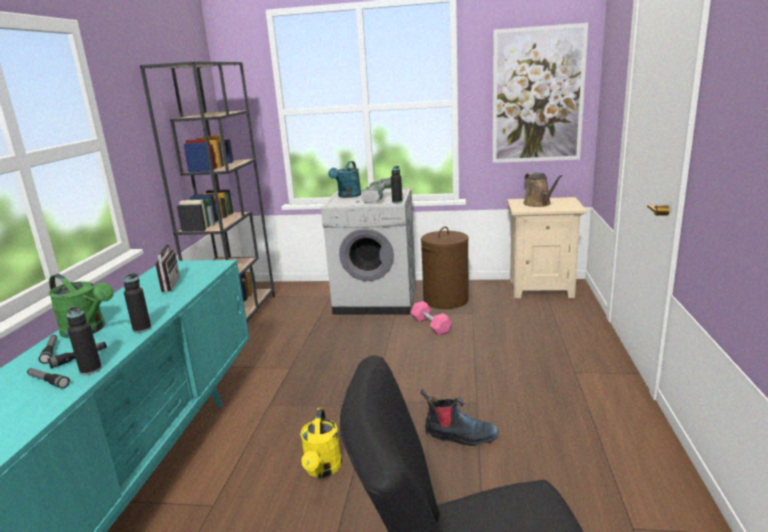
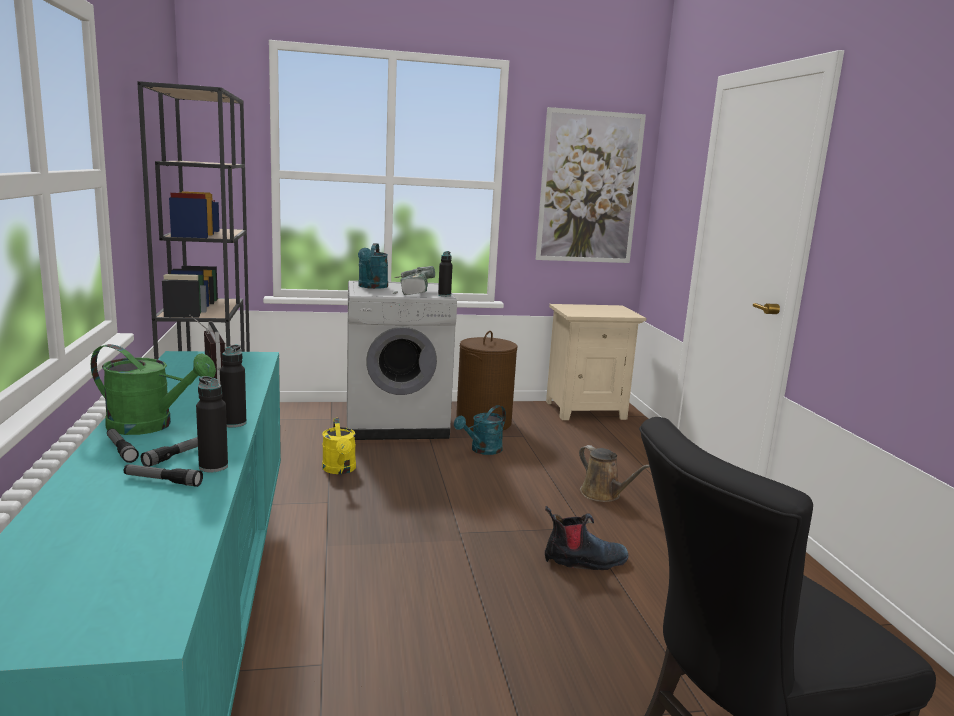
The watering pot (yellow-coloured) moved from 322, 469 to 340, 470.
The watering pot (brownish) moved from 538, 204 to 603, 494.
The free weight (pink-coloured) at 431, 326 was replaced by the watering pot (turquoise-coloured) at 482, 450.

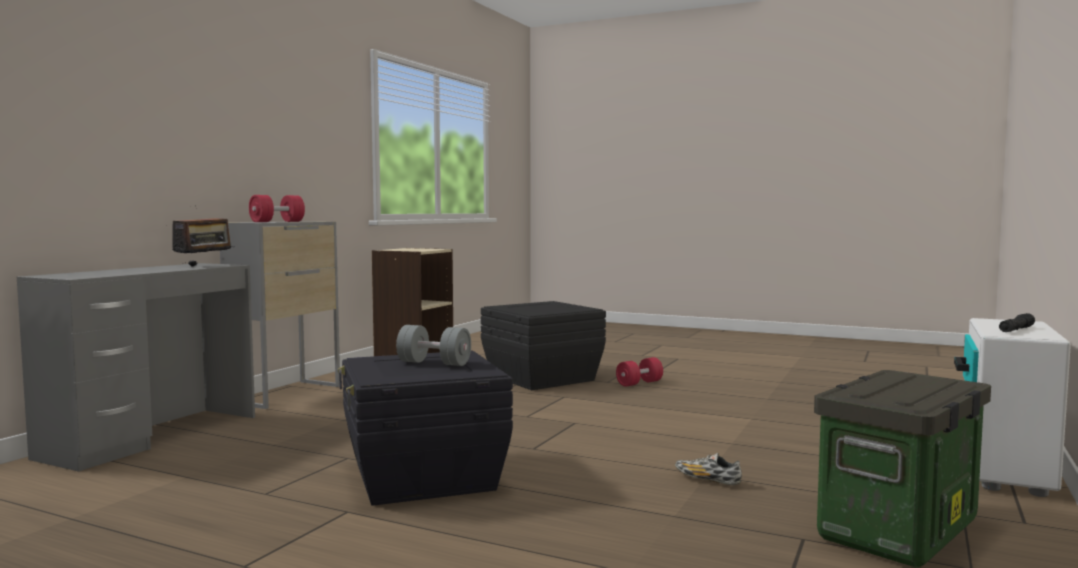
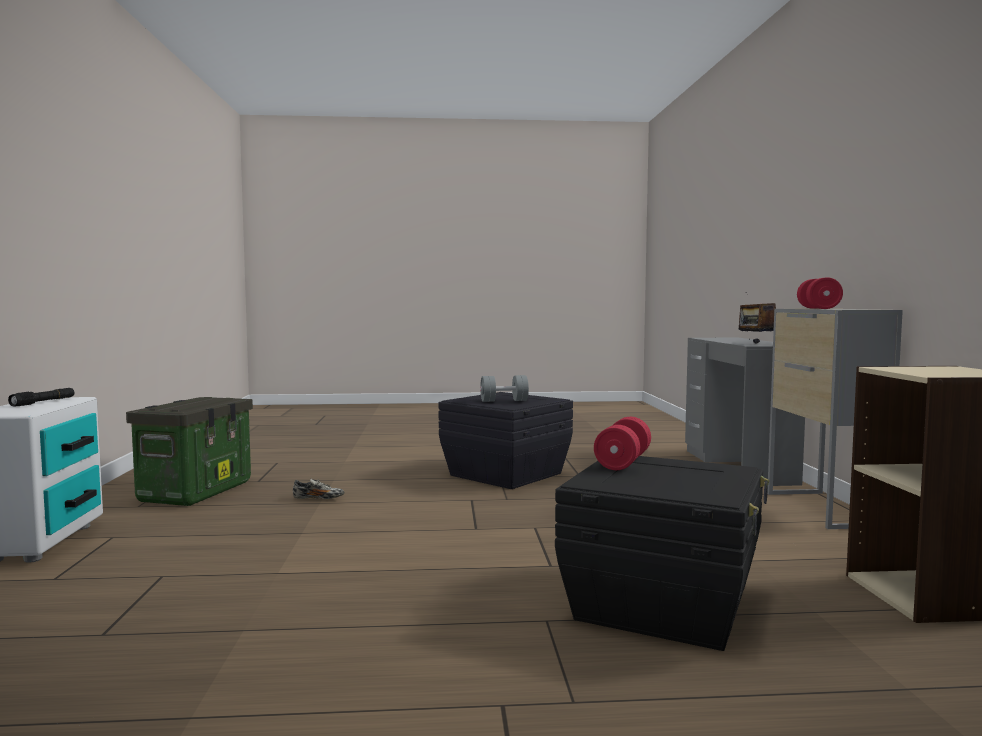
The free weight (red) moved from 639, 383 to 623, 462.

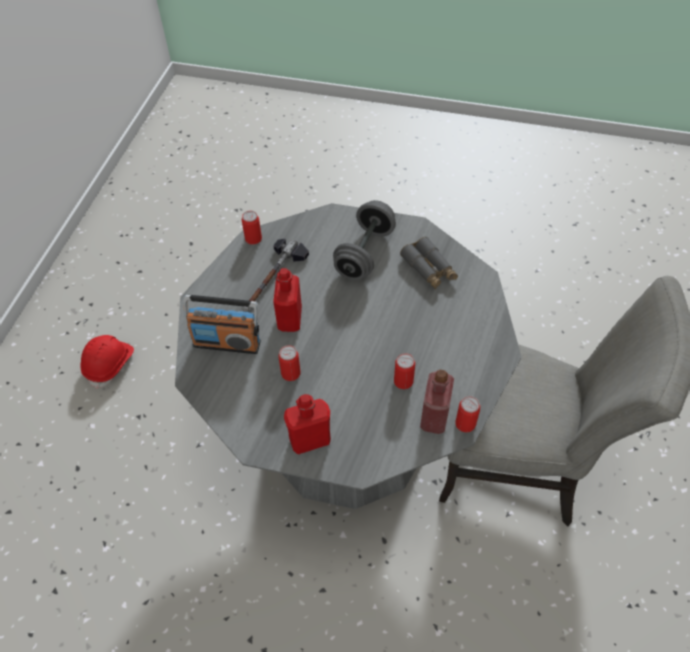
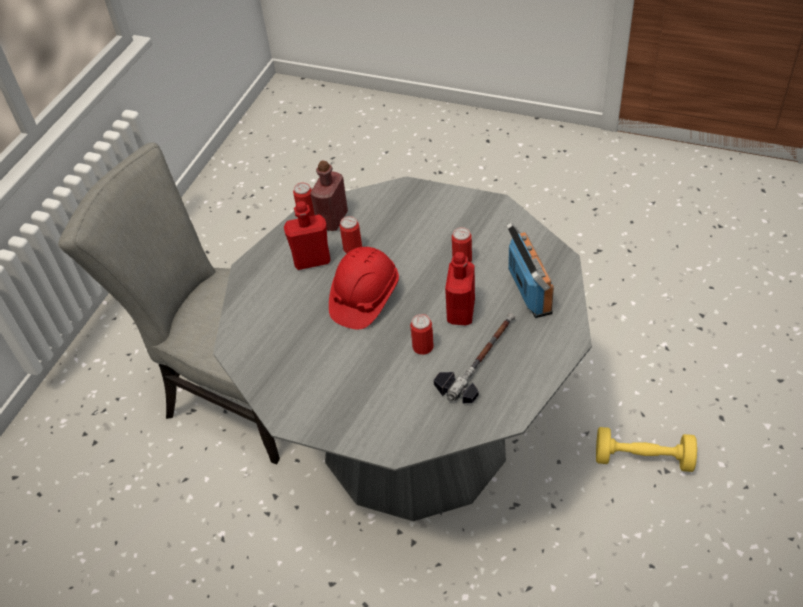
The free weight (grey) at 364, 253 disappeared.
The binoculars (grey) at 429, 269 disappeared.
The free weight (yellow-coloured) at 643, 459 appeared.
The hard hat (red) moved from 110, 364 to 364, 298.
The metal can moved from 253, 238 to 423, 347.
The beverage bottle (red) moved from 310, 440 to 312, 260.
The radio receiver at 227, 343 turned 60 degrees clockwise.

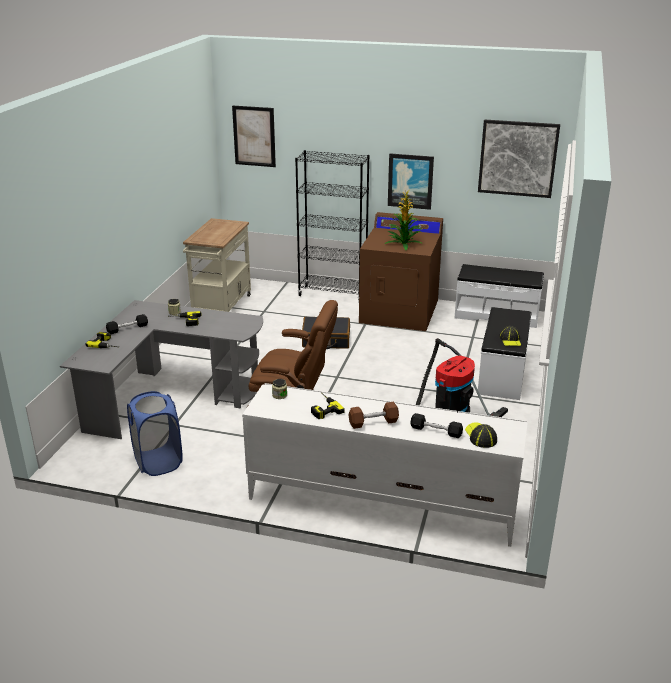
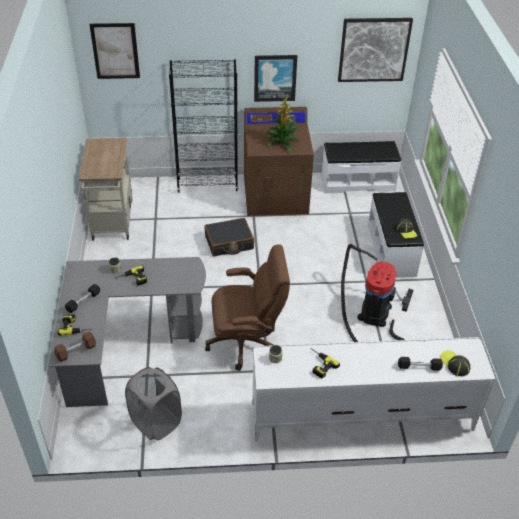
The free weight (brownish) moved from 373, 422 to 76, 351.
The hamper (bluish) at 158, 462 became the hamper (grey) at 156, 422.

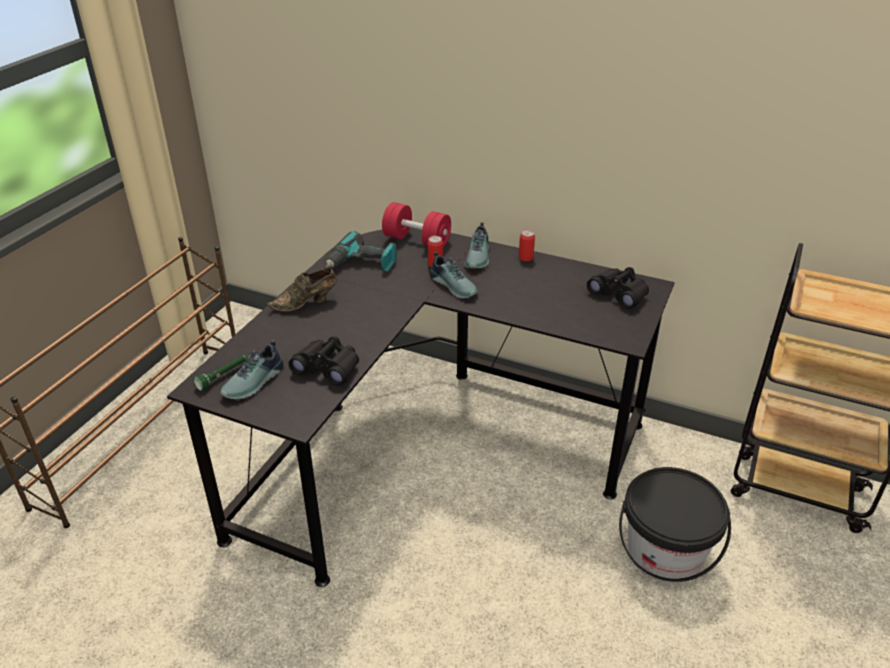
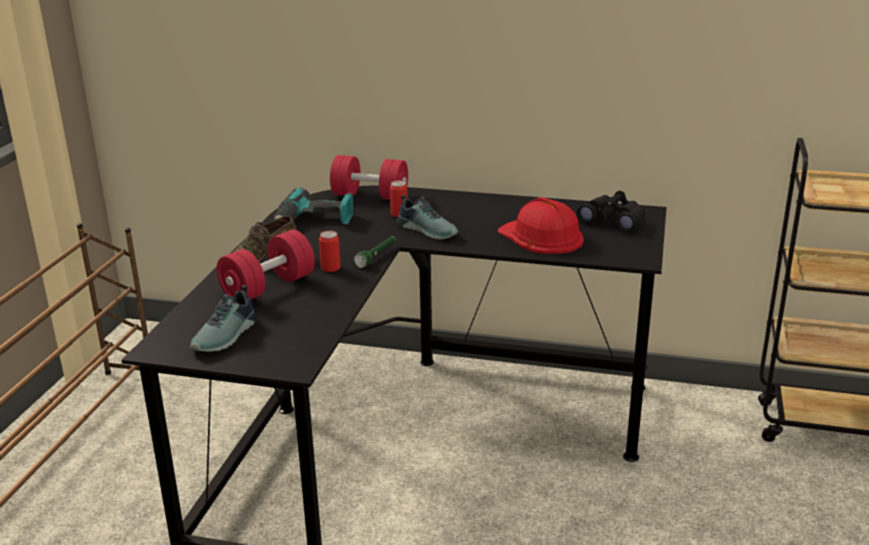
The binoculars (black-coloured) at 328, 367 disappeared.
The item of footwear at 479, 257 disappeared.
The water bucket (black-coloured) at 665, 553 disappeared.
The free weight (red) at 268, 287 appeared.
The hard hat (red) at 541, 236 appeared.
The hand torch (greenish) moved from 223, 376 to 377, 256.
The metal can moved from 526, 257 to 331, 268.

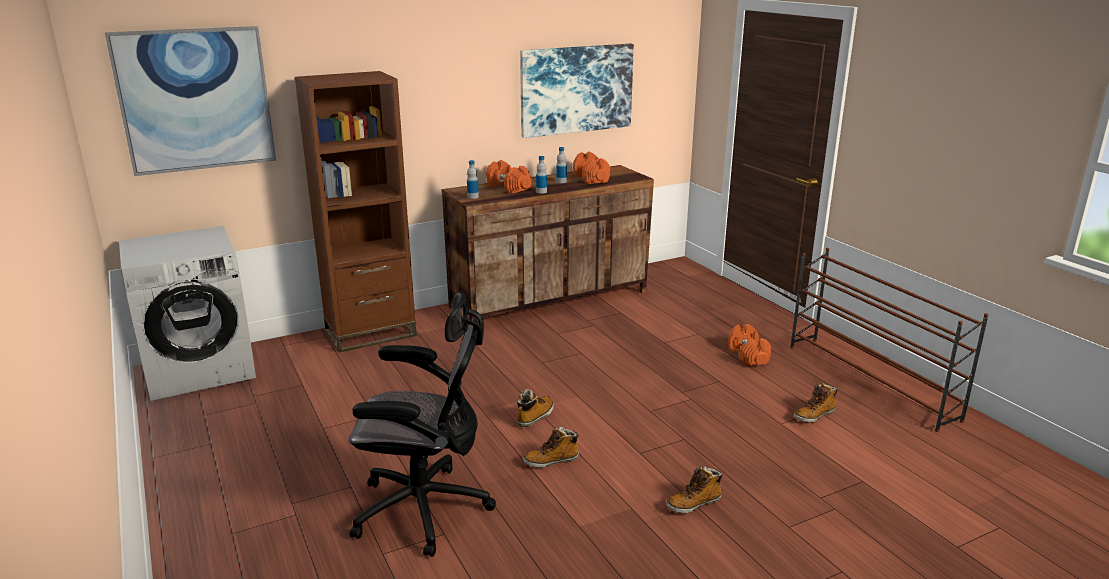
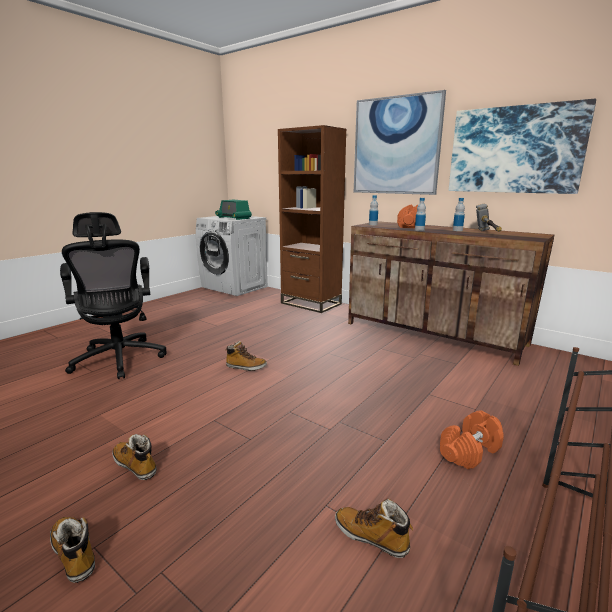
The radio receiver at 233, 218 appeared.
The wall picture moved from 195, 100 to 396, 146.
The boot moved from 551, 461 to 74, 554.
The free weight (orange) at 591, 178 was replaced by the hand hammer at 487, 233.

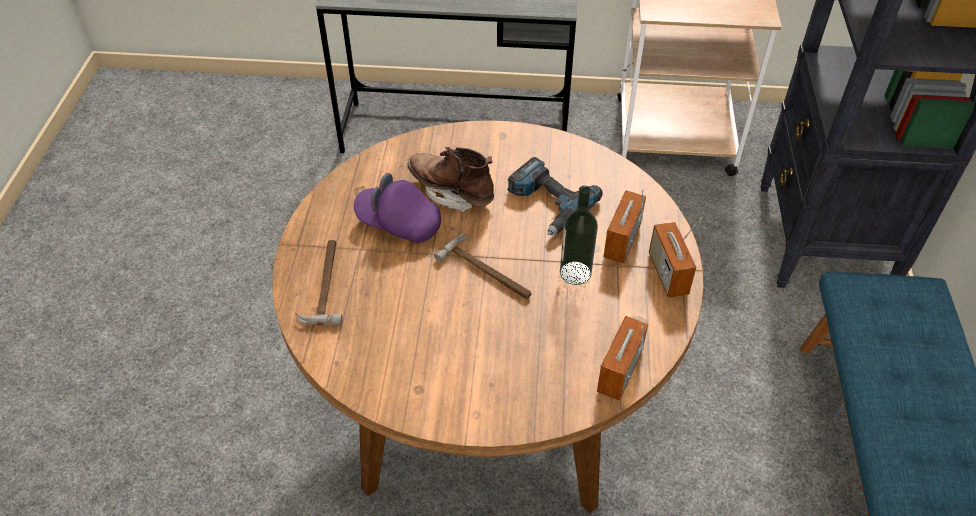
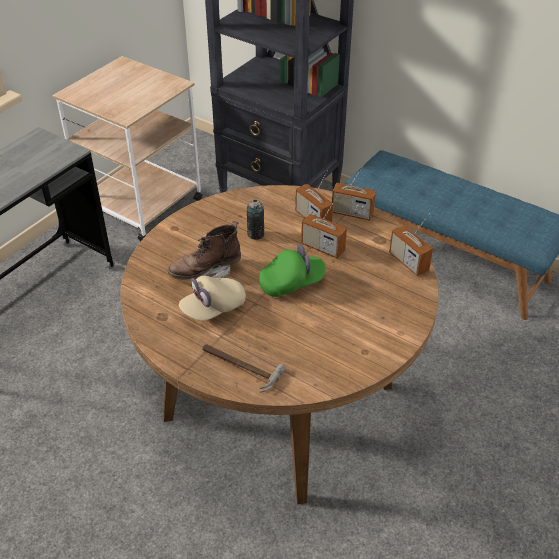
The hand hammer at 488, 271 was replaced by the baseball cap (greenish) at 291, 283.
The electric drill at 547, 203 was replaced by the metal can at 255, 234.
The beverage bottle at 575, 273 was replaced by the radio receiver at 323, 247.
The baseball cap (purple-coloured) at 399, 223 became the baseball cap (sand-coloured) at 213, 308.

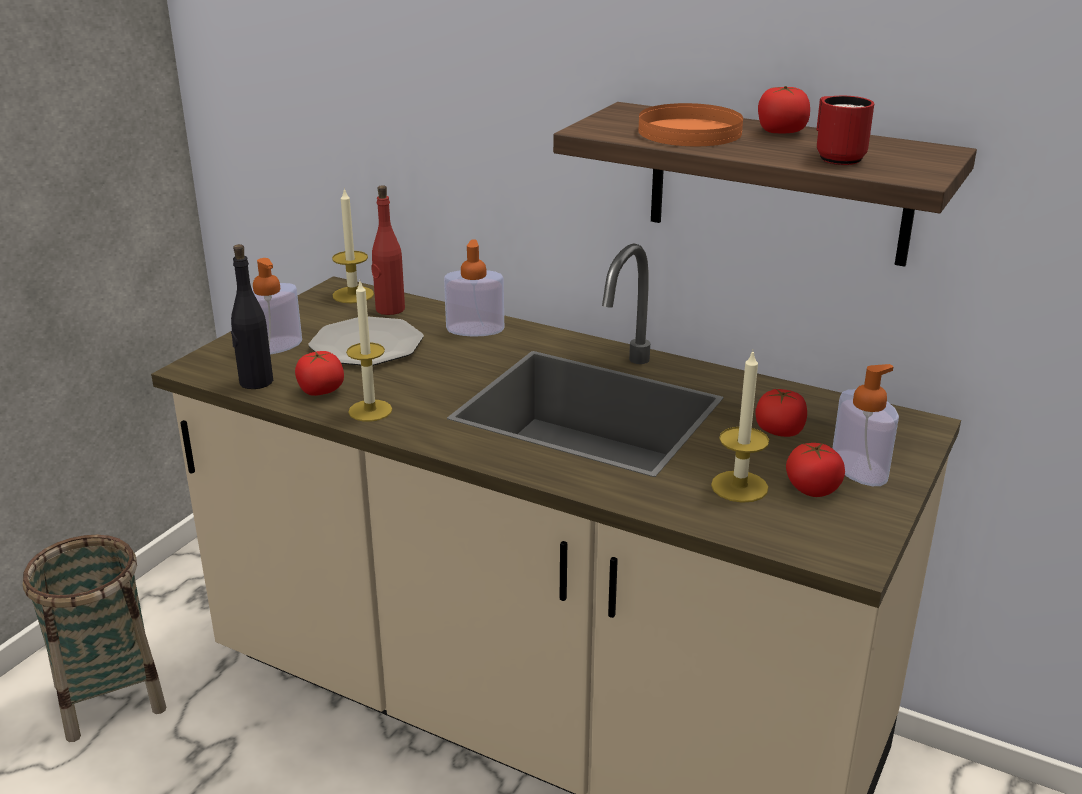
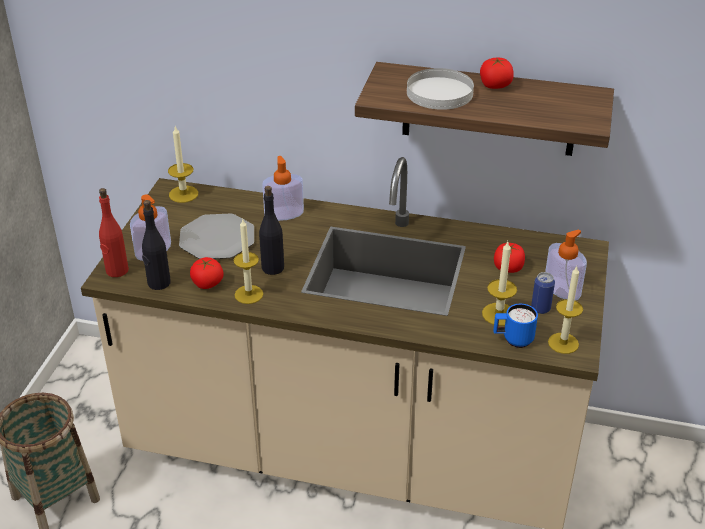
The coffee mug (red) at 835, 157 disappeared.
The beverage bottle (black-coloured) at 273, 268 appeared.
The coffee mug (bluish) at 513, 340 appeared.
The wax candle at 563, 343 appeared.
The beverage bottle (red) moved from 389, 309 to 117, 270.
The tomato at 812, 489 was replaced by the metal can at 540, 308.
The plate (orange) at 690, 131 became the plate (whitish) at 439, 92.

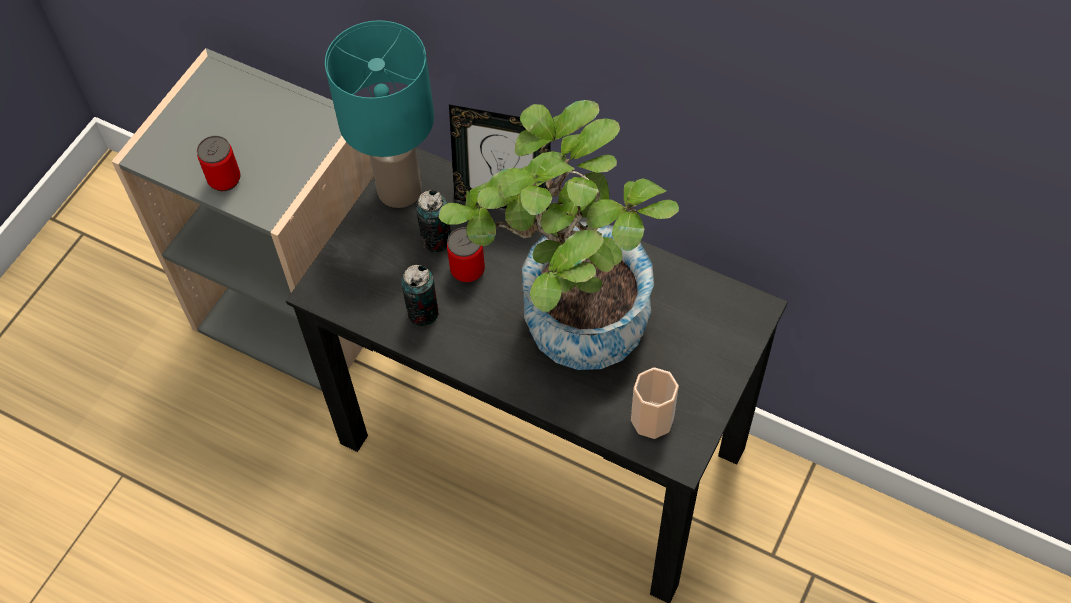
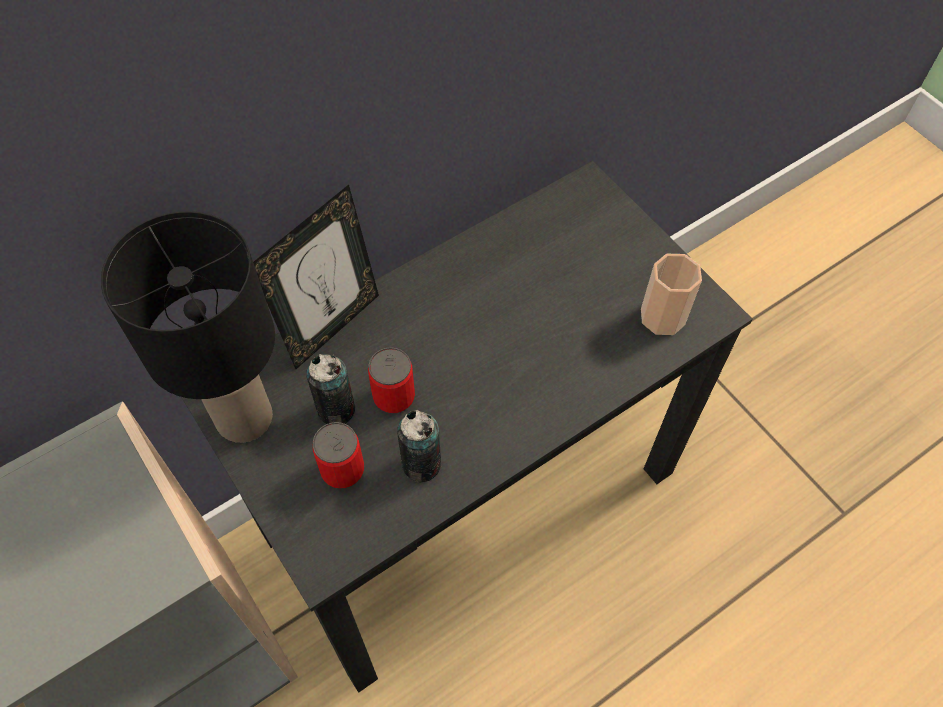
The plant in a pot at 568, 325 disappeared.
The metal can moved from 224, 179 to 342, 470.
The table lamp (turquoise-coloured) at 398, 190 became the table lamp (black-coloured) at 243, 419.

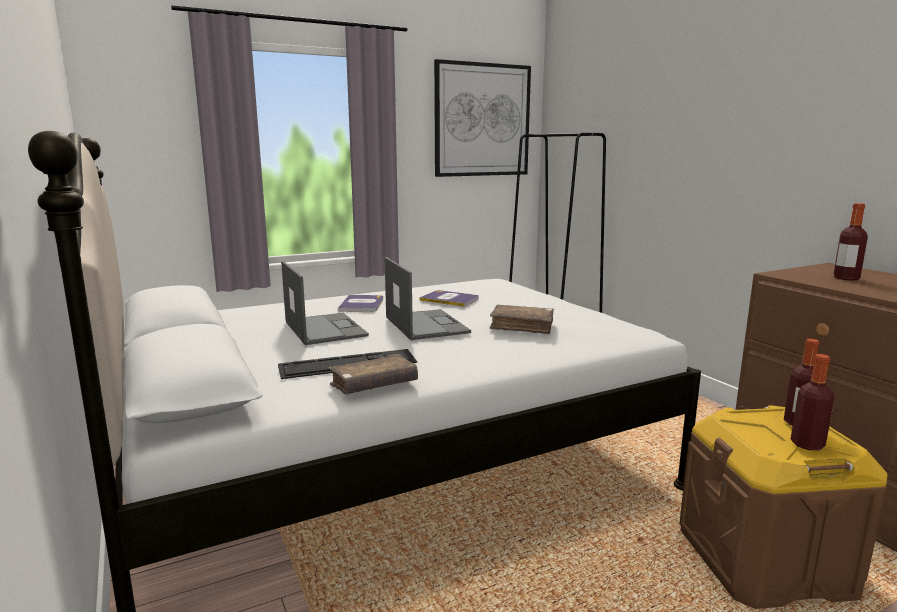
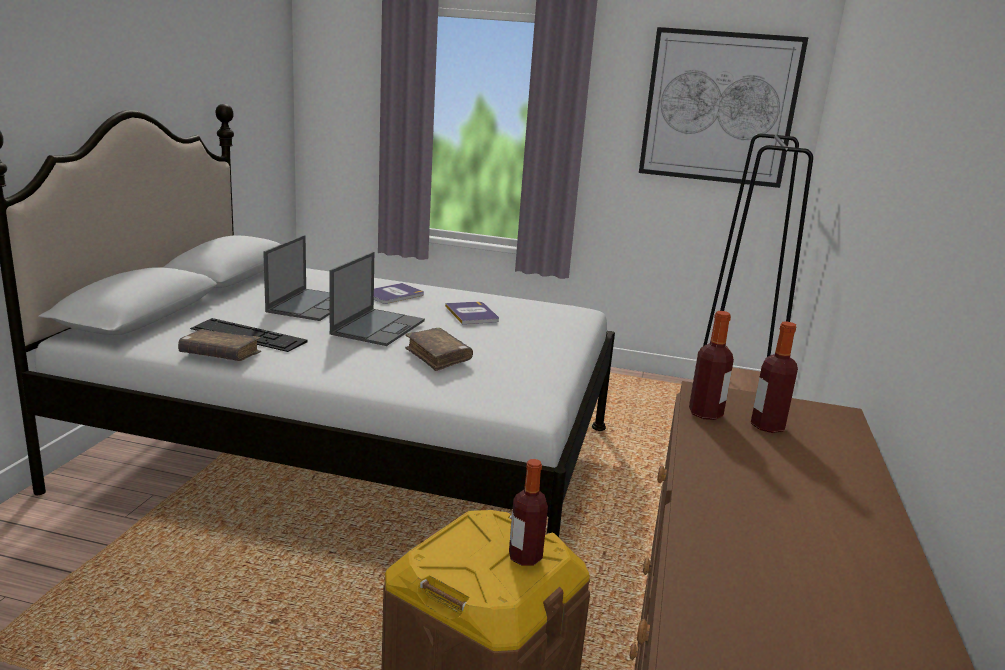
The beverage bottle moved from 807, 444 to 705, 413.

